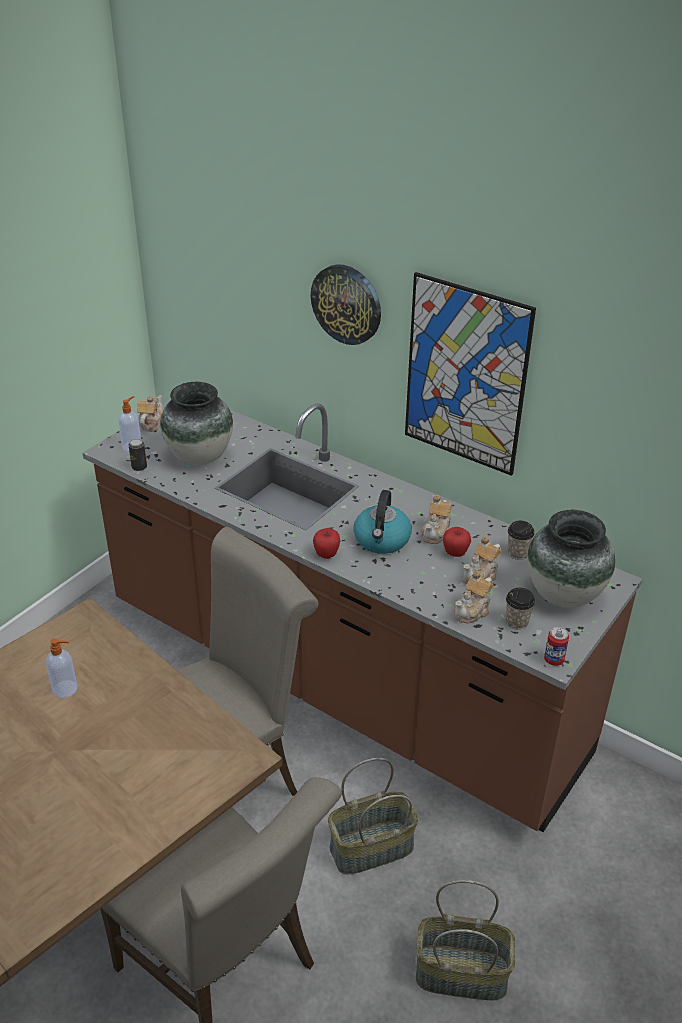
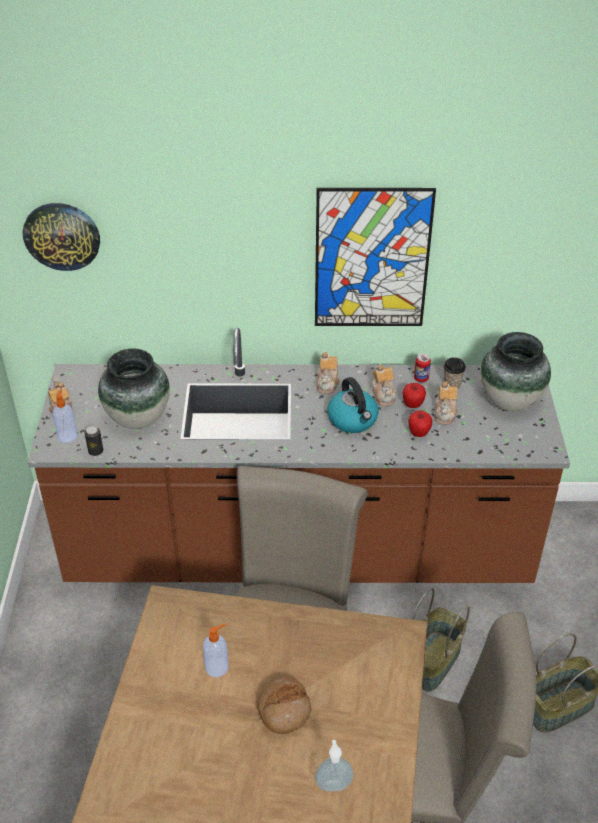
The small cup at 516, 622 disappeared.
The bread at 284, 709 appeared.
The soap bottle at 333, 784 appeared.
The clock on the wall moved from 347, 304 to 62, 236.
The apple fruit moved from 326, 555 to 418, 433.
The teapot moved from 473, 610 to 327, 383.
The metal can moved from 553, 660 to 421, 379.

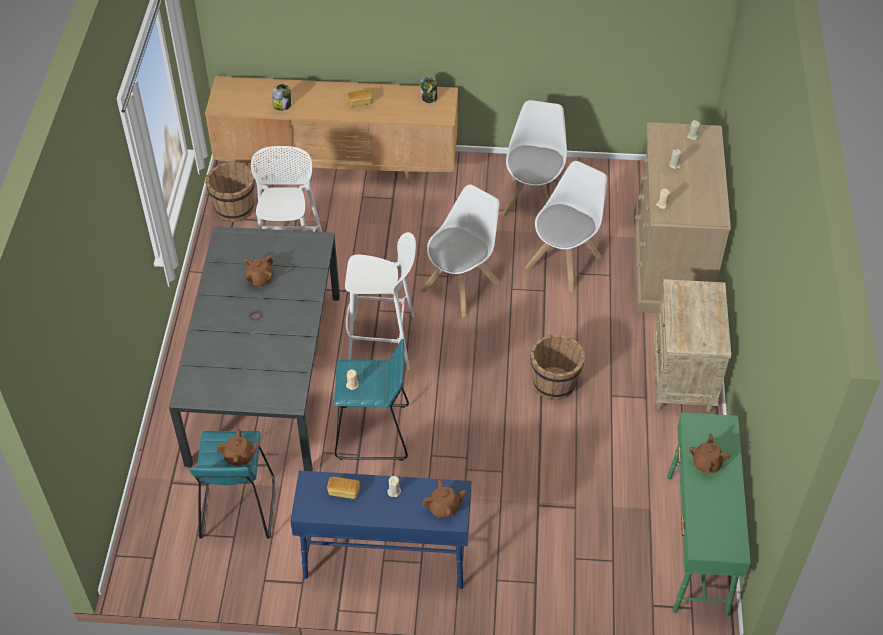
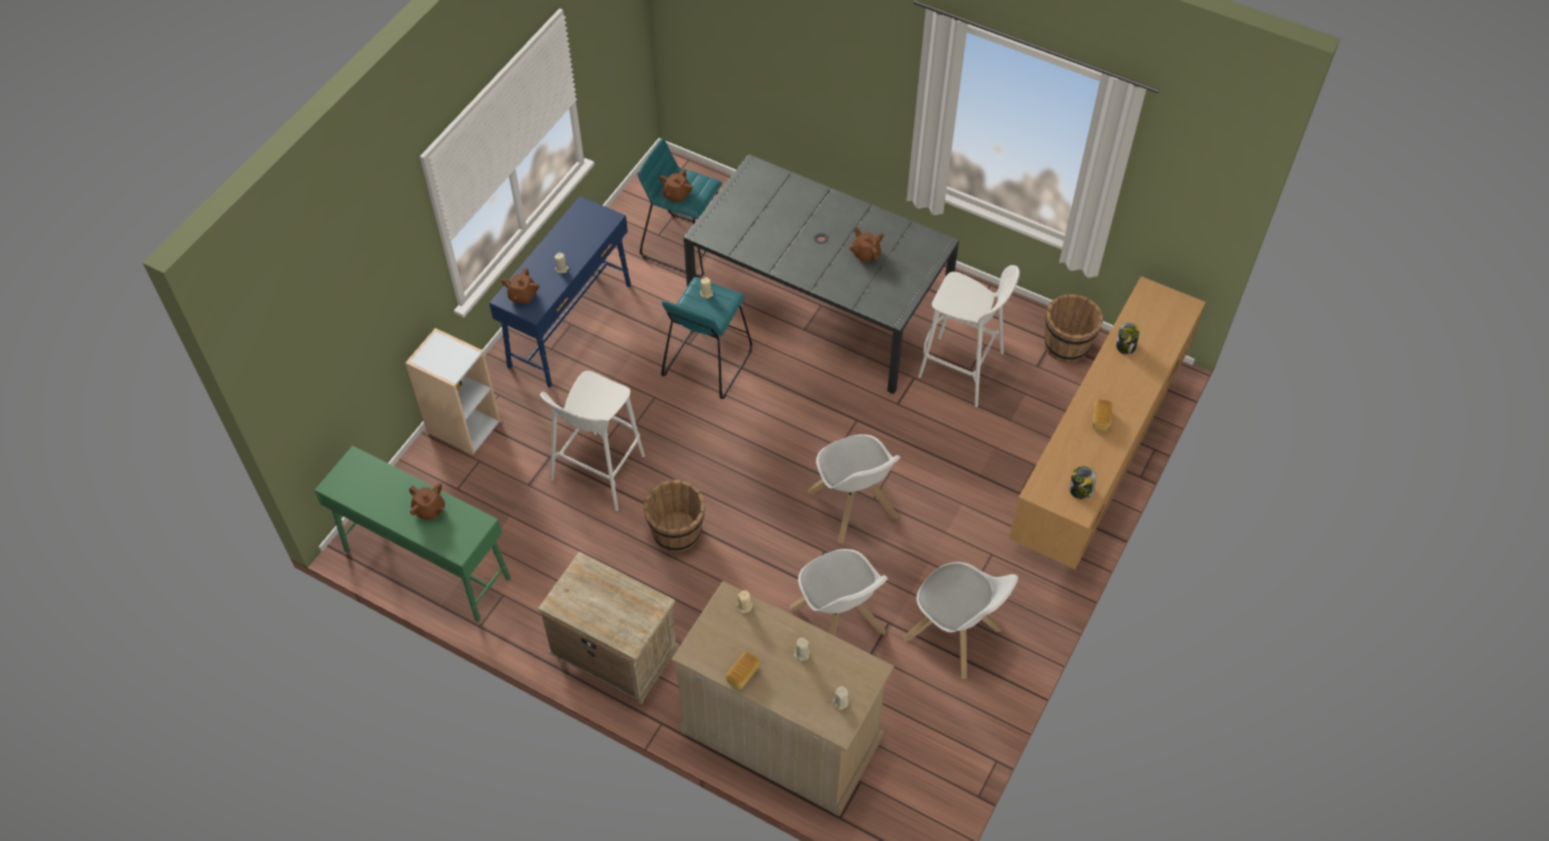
The shelving unit at 463, 425 appeared.
The bread moved from 343, 491 to 743, 674.
The sitting stool (whitish) moved from 383, 341 to 600, 471.

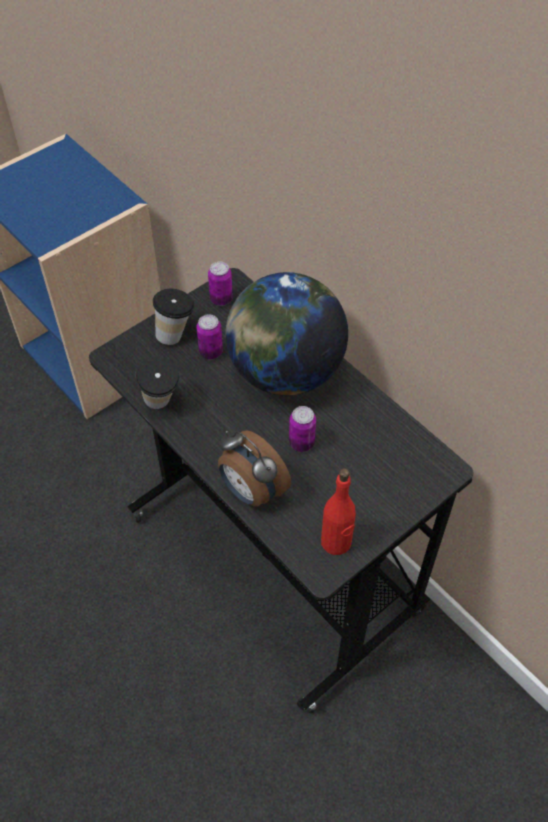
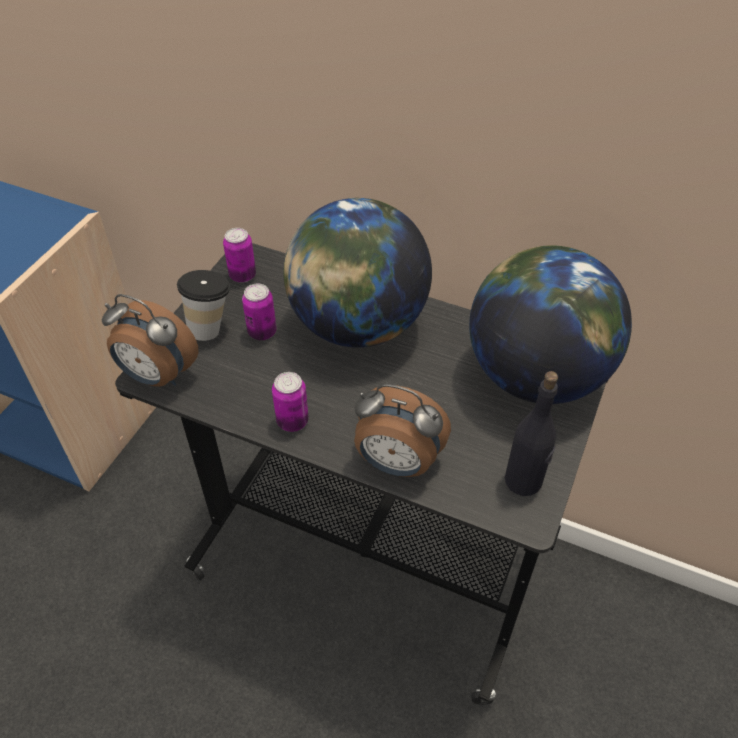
The small cup at 161, 405 disappeared.
The alarm clock at 157, 376 appeared.
The world globe at 535, 375 appeared.
The metal can moved from 301, 443 to 292, 421.
The beverage bottle (red) at 336, 542 became the beverage bottle (black-coloured) at 524, 481.

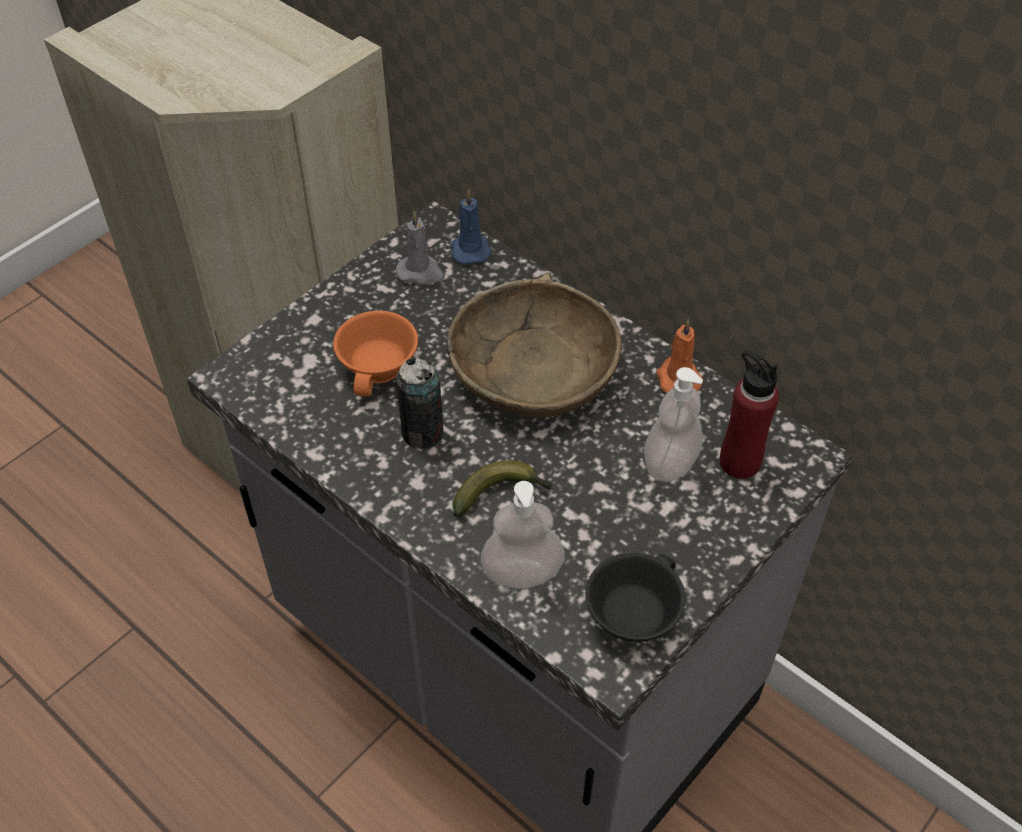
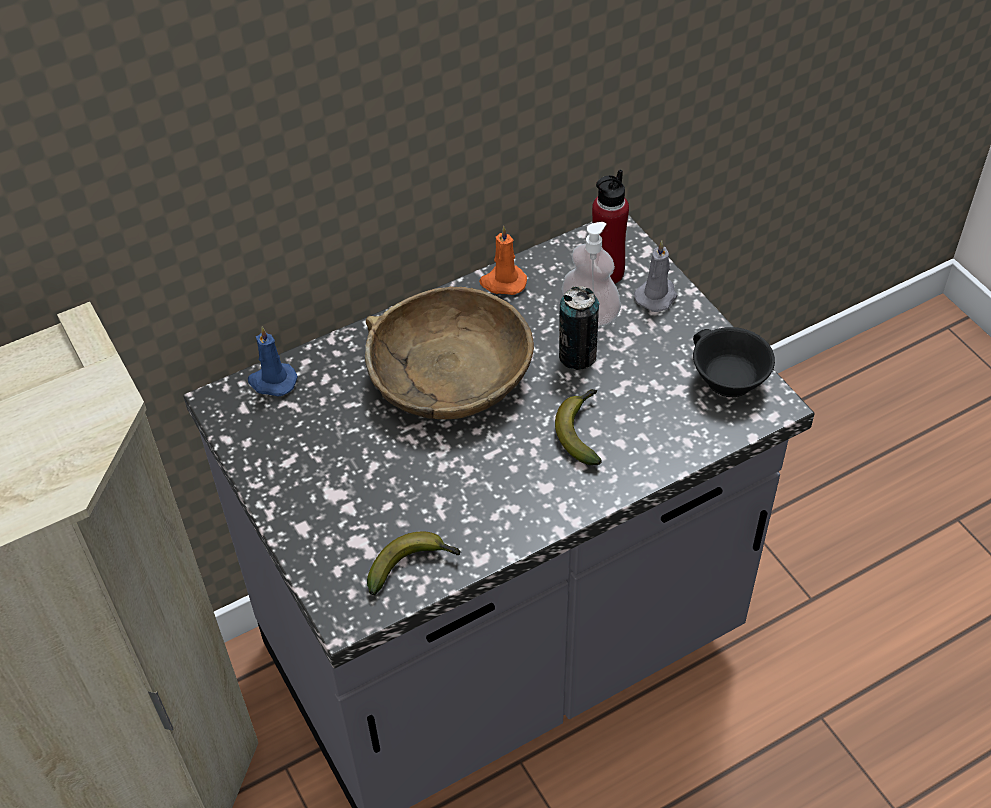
The small cup (orange) at 381, 368 disappeared.
The soap bottle at 522, 573 disappeared.
The banana fruit at 413, 566 appeared.
The wax candle (grey) moved from 421, 272 to 657, 296.
The metal can moved from 422, 433 to 577, 356.

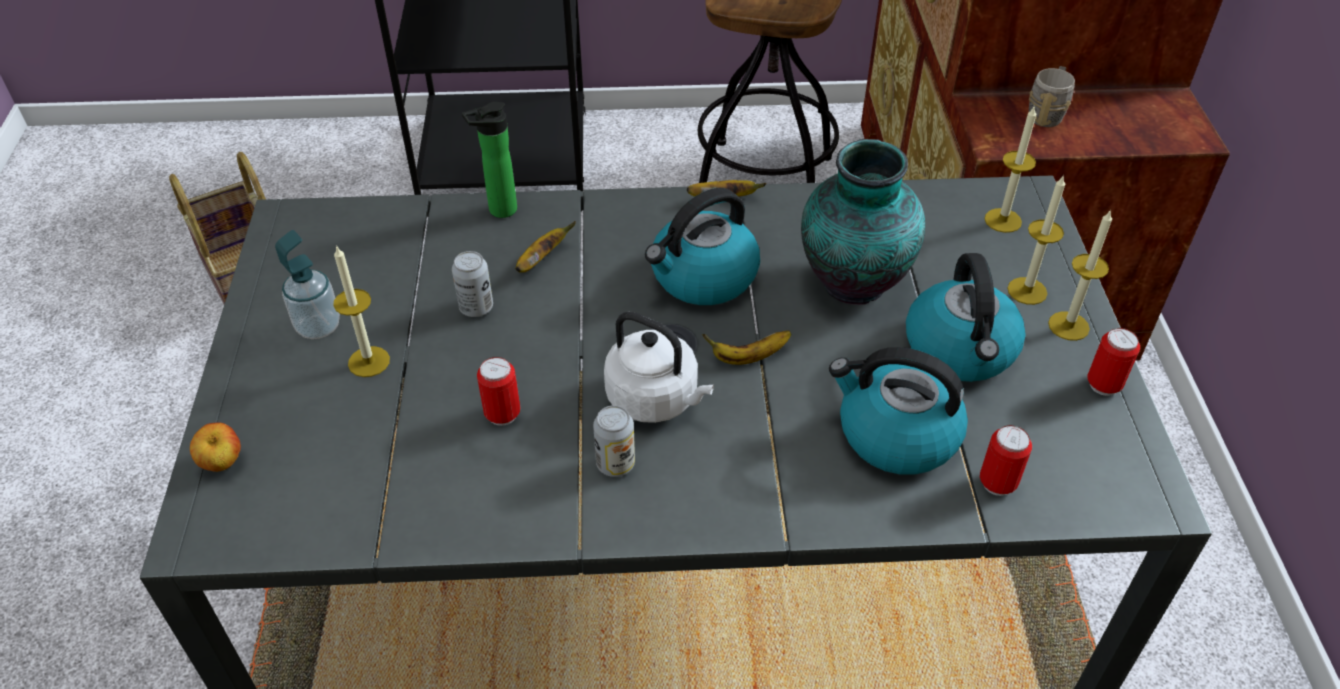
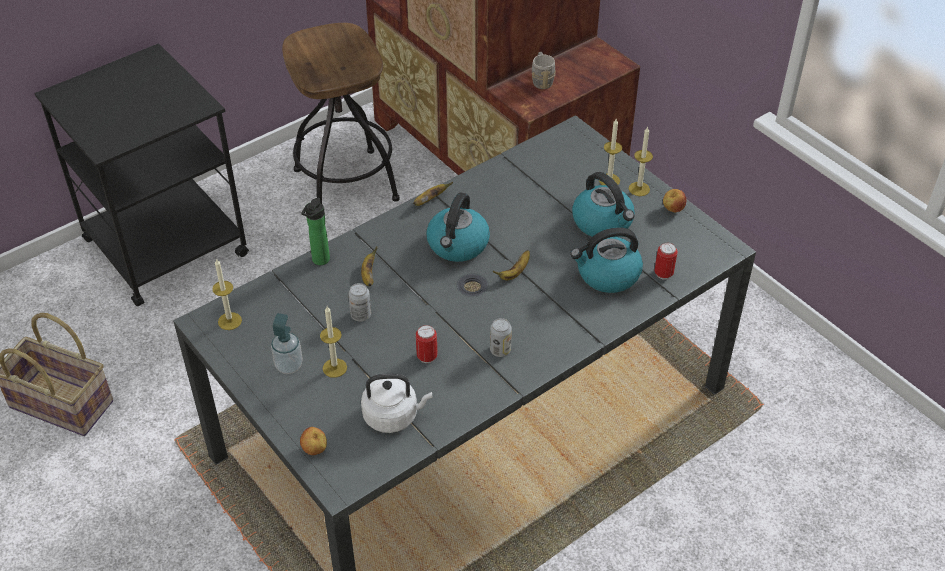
The decorative vase at 852, 285 disappeared.
The kettle (whitish) moved from 656, 399 to 393, 416.
The wax candle moved from 1003, 220 to 229, 321.
The metal can at 1103, 385 was replaced by the apple fruit at 673, 209.

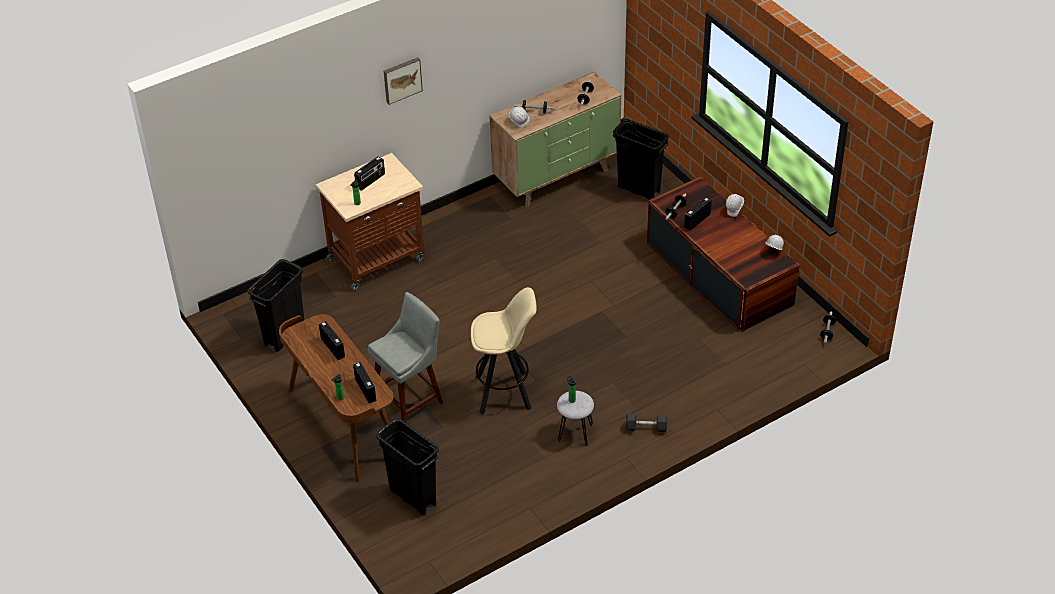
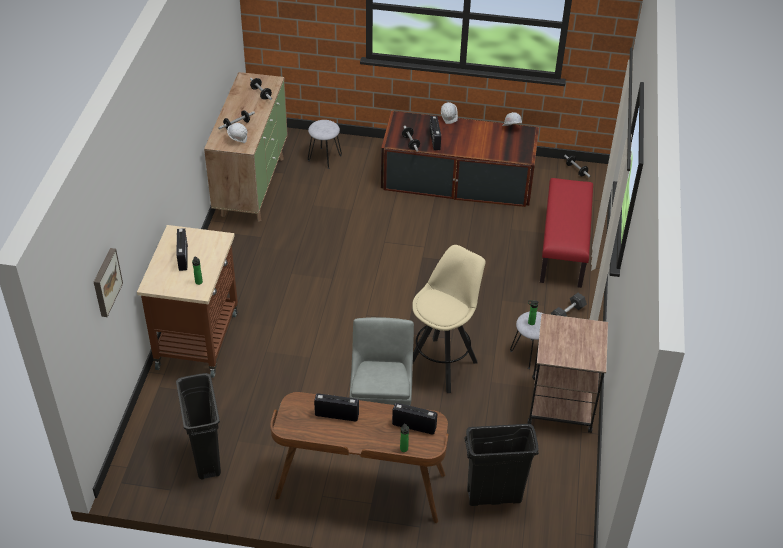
The cart (brownish) at 561, 405 appeared.
The indoor bench (red) at 564, 249 appeared.
The wall picture moved from 402, 79 to 105, 282.
The trash can (black-coloured) at 639, 190 was replaced by the sitting stool (grey) at 325, 158.

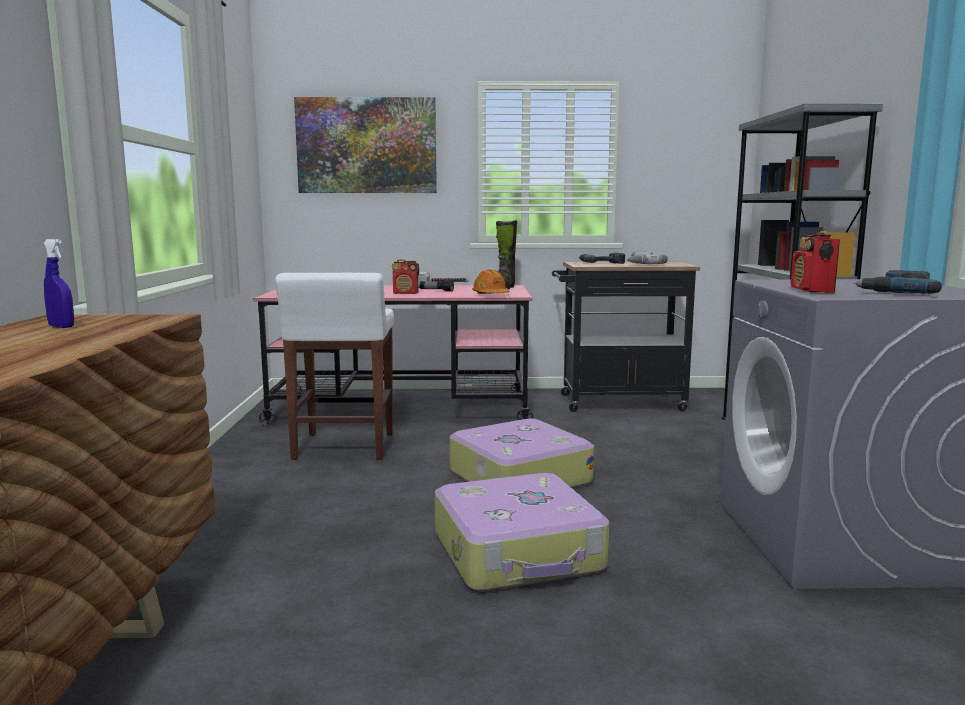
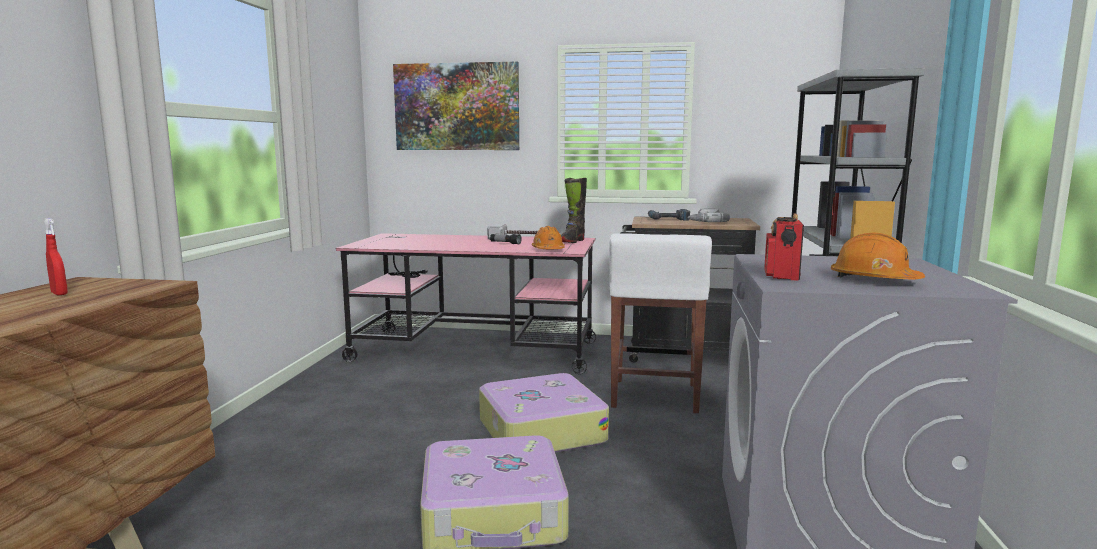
The radio receiver at 406, 293 disappeared.
The sitting stool (whitish) moved from 343, 447 to 654, 397.
The electric drill at 896, 291 was replaced by the hard hat (orange) at 873, 280.
The hand sprayer (bluish) at 61, 327 became the hand sprayer (red) at 59, 294.

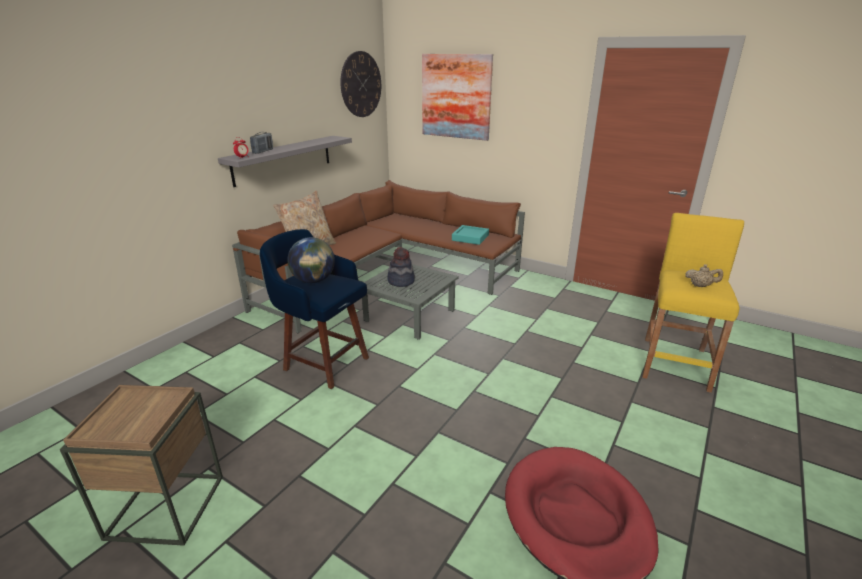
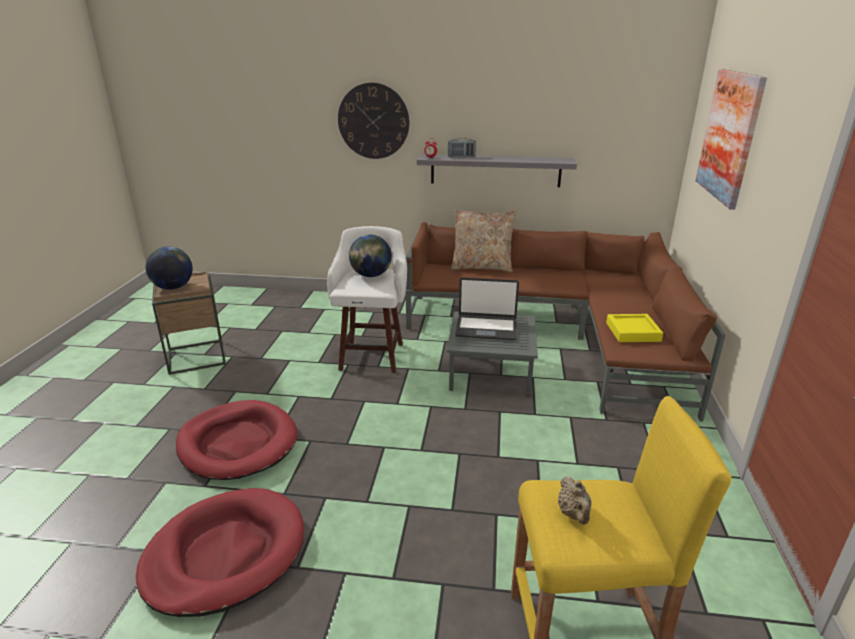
The world globe at 173, 287 appeared.
The pet bed (red) at 238, 443 appeared.
The clock on the wall moved from 361, 84 to 373, 121.
The wearable hat at 401, 281 was replaced by the notebook computer at 486, 328.
The sitting stool (bluish) at 324, 362 became the sitting stool (whitish) at 372, 355.
The tray (turquoise-coloured) at 470, 238 became the tray (yellow-coloured) at 632, 332.

